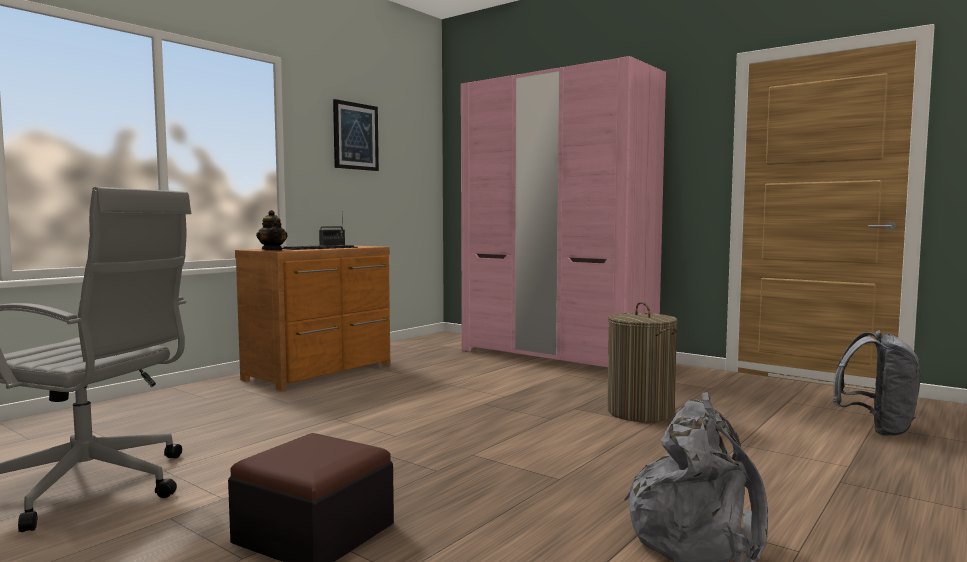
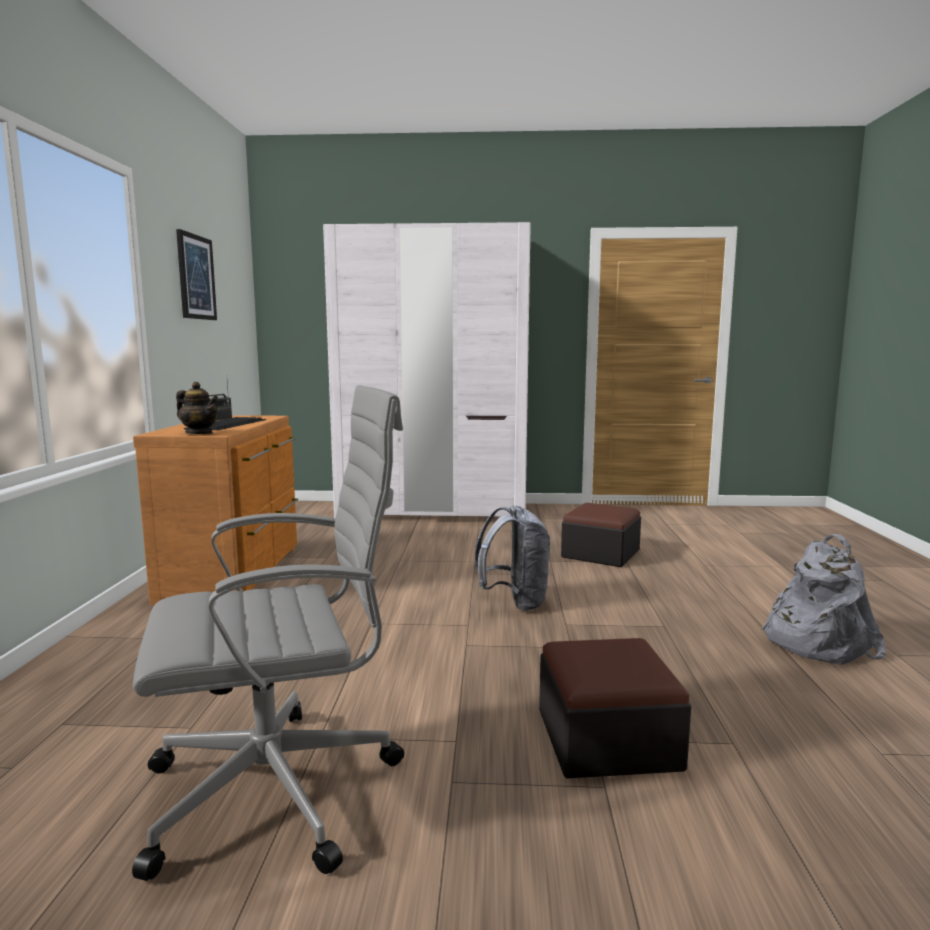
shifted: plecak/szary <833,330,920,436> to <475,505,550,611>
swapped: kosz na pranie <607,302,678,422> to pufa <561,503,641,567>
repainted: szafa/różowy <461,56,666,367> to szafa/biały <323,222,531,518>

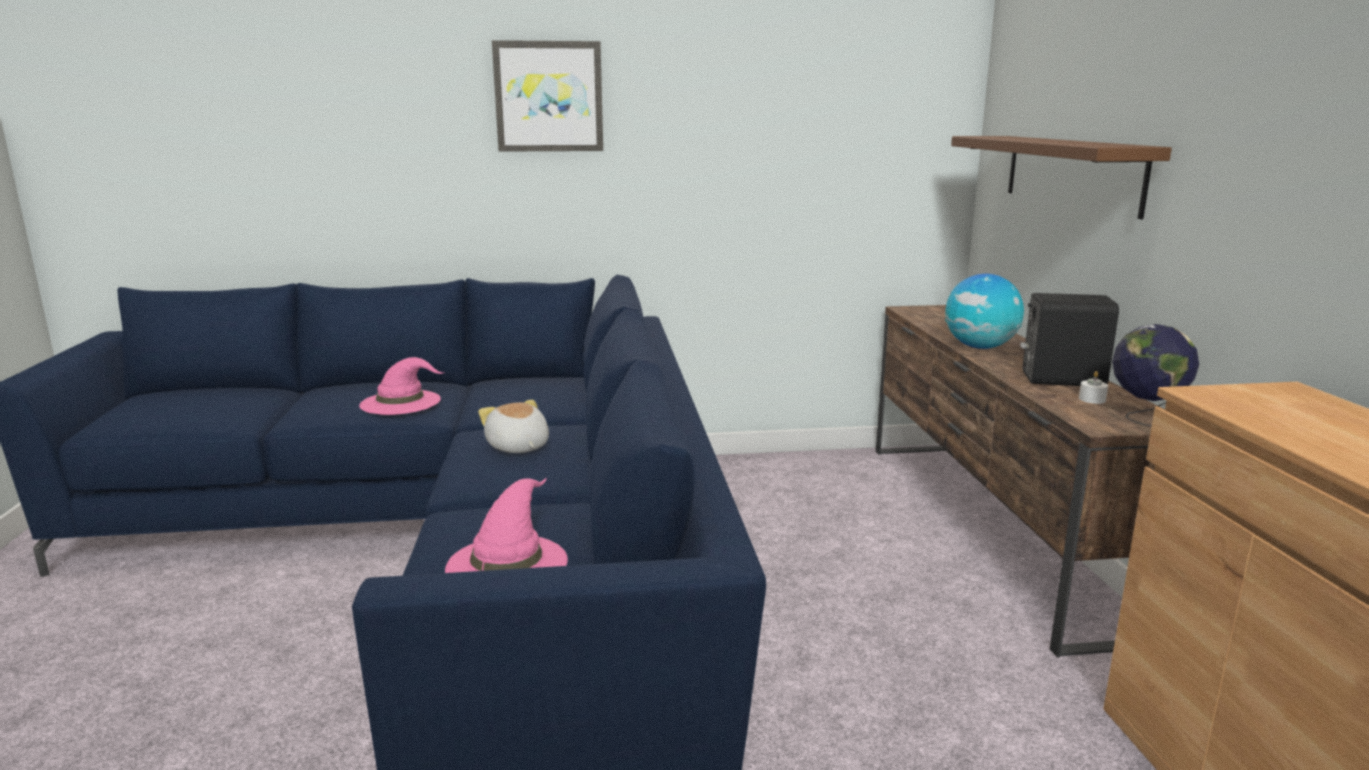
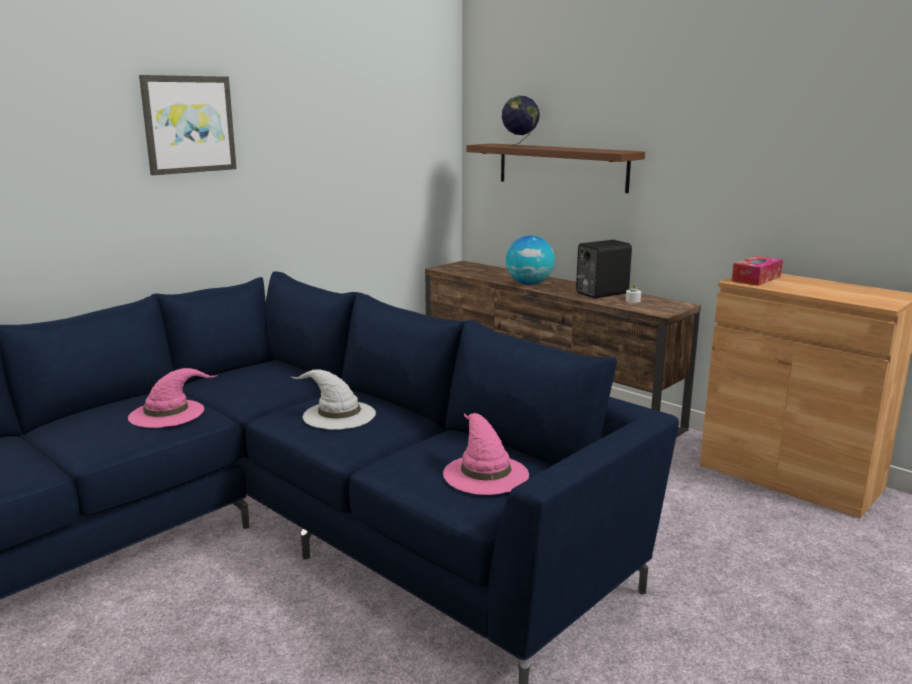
new: pudełko chusteczek <732,256,783,286>
shifted: globus <1112,324,1199,427> to <502,96,540,147>
swapped: pluszak <478,400,549,453> to kapelusz/biały <291,370,376,430>

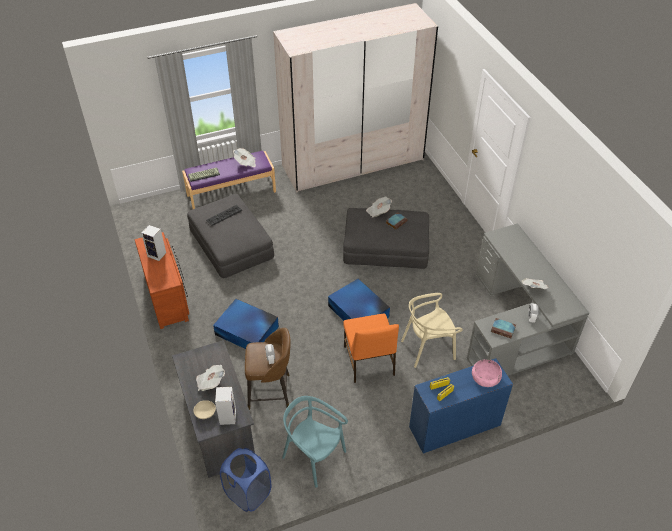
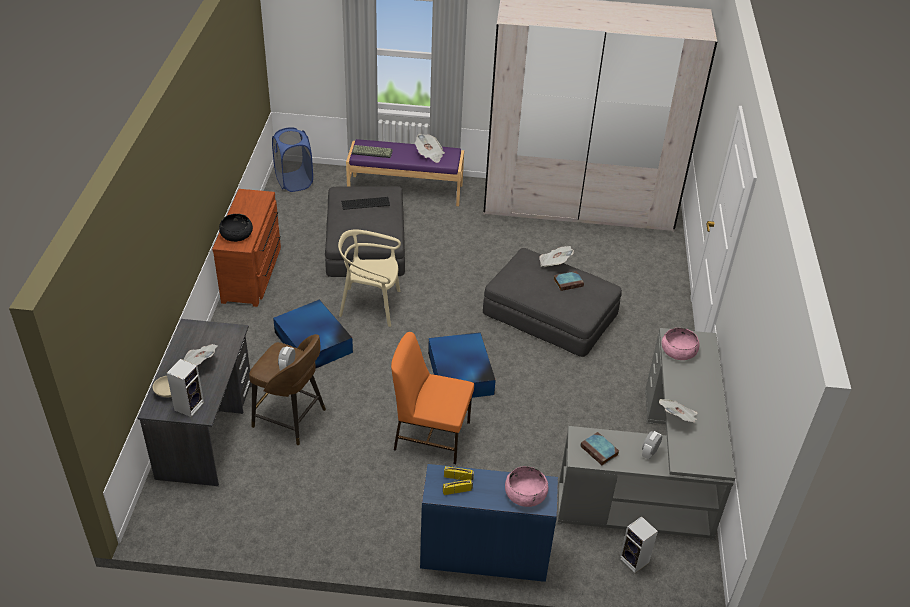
gone: krzesło/turkusowy <282,396,348,488>
new: miska/czarny <219,214,253,242>; miska/różowy <662,328,699,360>
shifted: głośnik <141,225,166,261> to <619,516,658,573>; kosz na pranie/niebieski <220,448,271,512> to <272,127,313,192>; krzesło/beżowy <401,293,463,368> to <338,230,401,327>
rotated: krzesło/pomarańczowy <343,313,399,383> = <391,332,474,464> 90 degrees clockwise

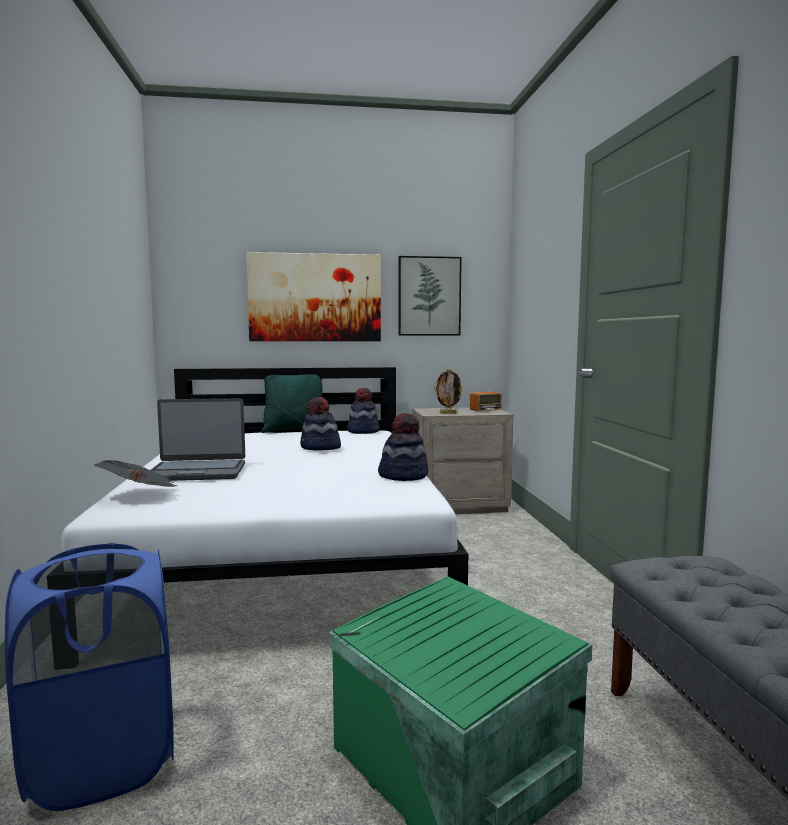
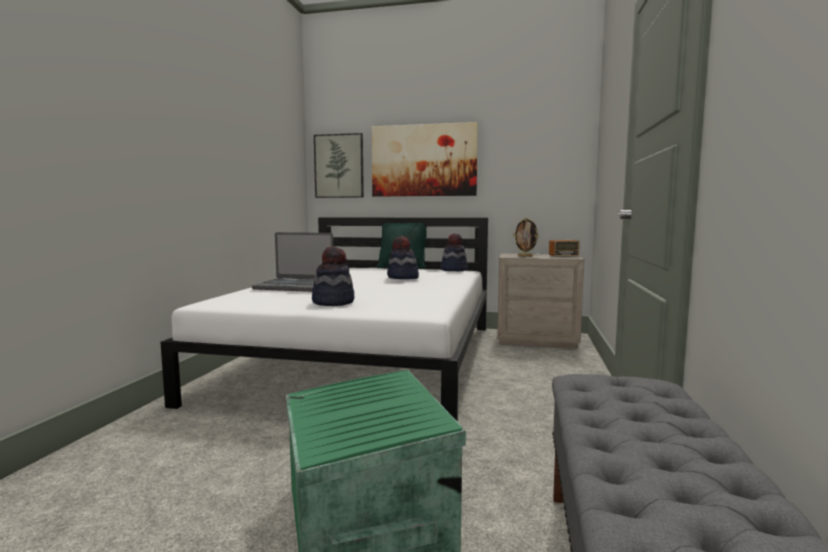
gone: kosz na pranie/niebieski <5,543,174,811>; gazeta <94,460,177,487>
shifted: kapelusz <378,413,428,481> to <312,246,354,306>; obraz <399,256,462,335> to <314,133,364,198>

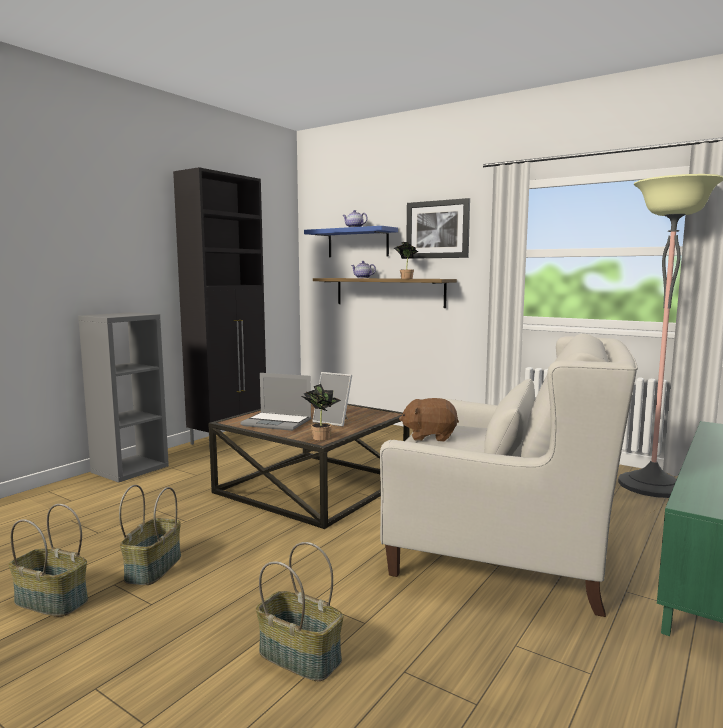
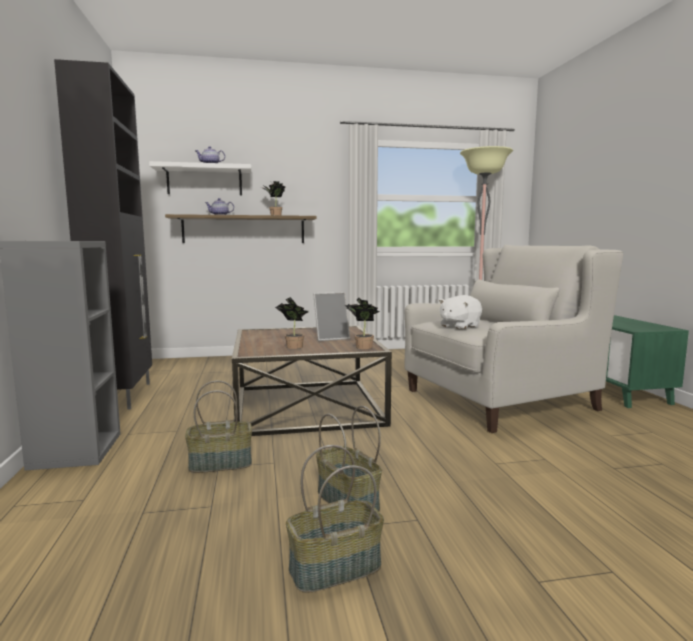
gone: obraz <406,198,470,259>
shifted: koszyk <256,542,344,681> to <185,380,252,473>
swapped: laptop <240,373,311,431> to roślina doniczkowa <275,297,308,349>
repainted: półka/niebieski <304,226,398,257> to półka/biały <149,161,251,195>; pluszak/brązowy <399,398,459,442> to pluszak/biały <439,295,482,329>

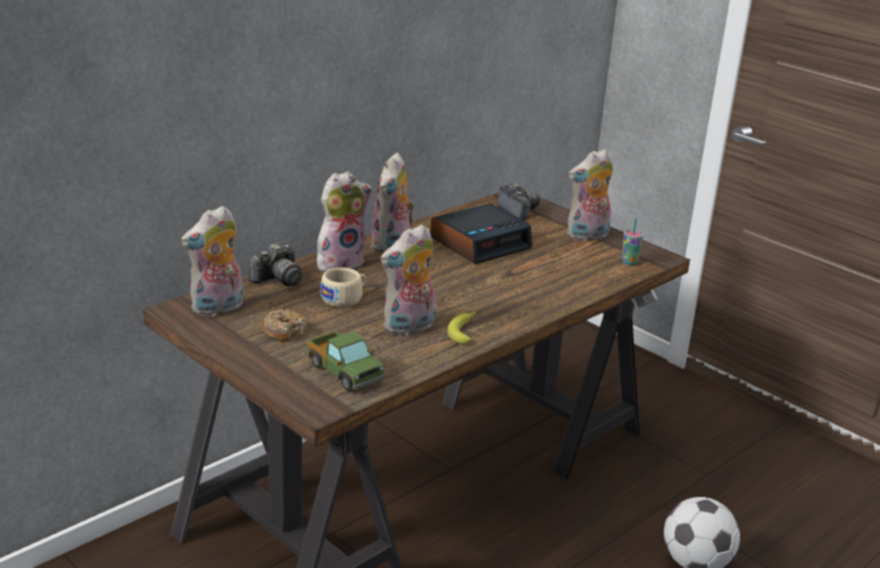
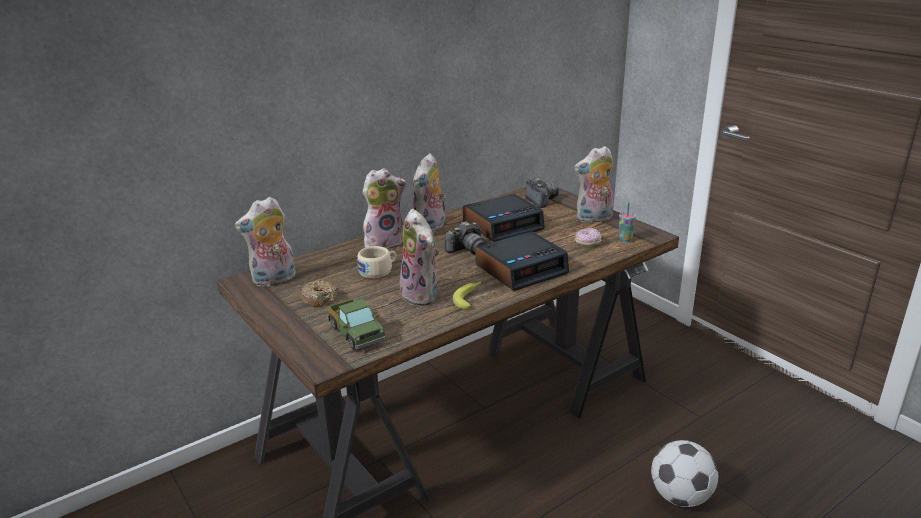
new: budzik <475,232,569,291>; donut <575,228,602,246>
shifted: aparat fotograficzny <248,243,302,286> to <444,221,486,255>
rotated: pluszak <380,225,435,335> = <398,209,439,306> 90 degrees counterclockwise

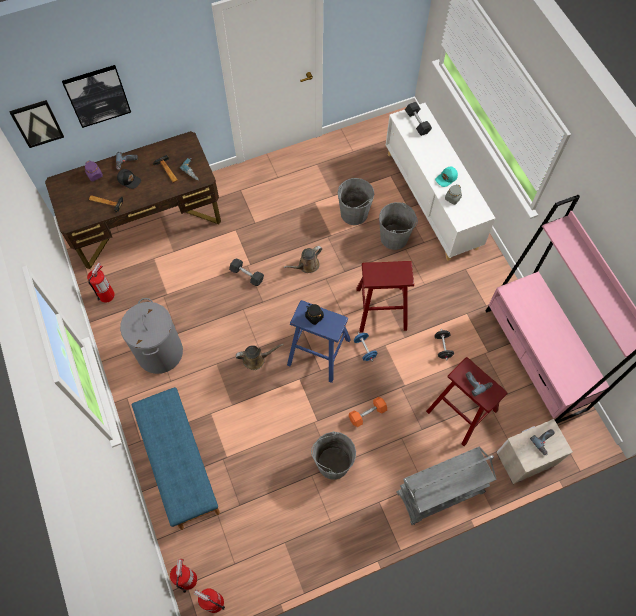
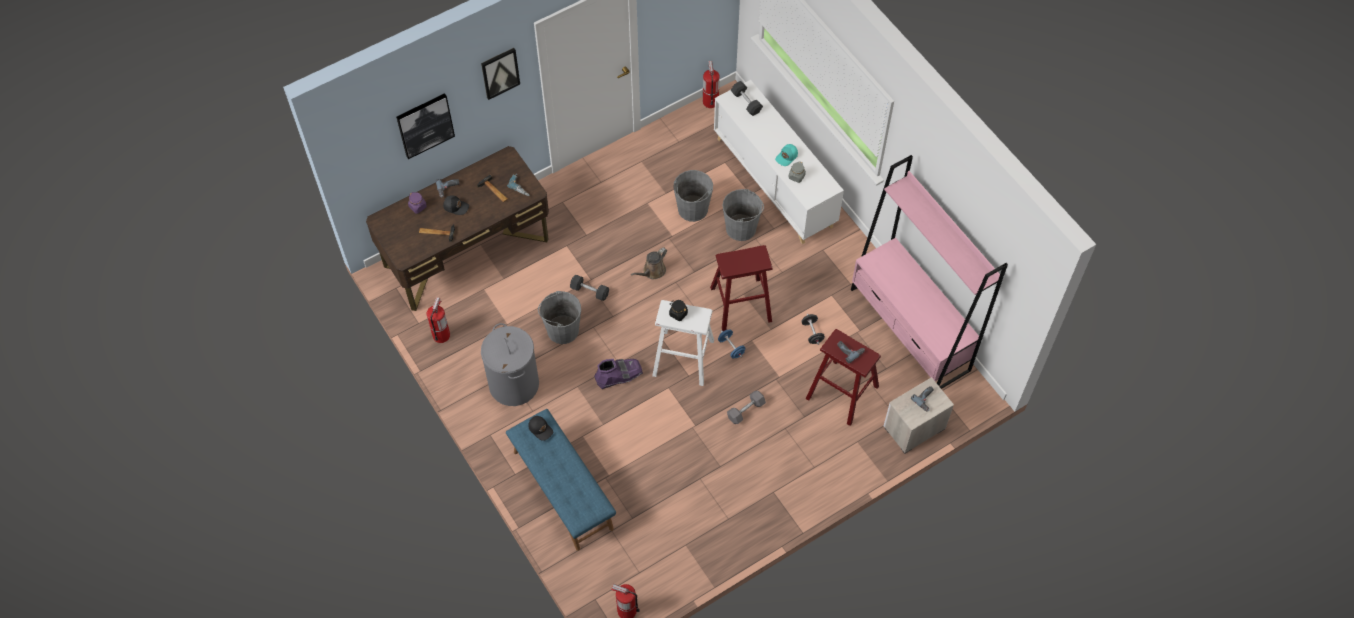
gone: wózek/szary <396,447,497,525>
new: czapka z daszkiem/czarny <528,416,553,441>
shifted: obraz <9,100,64,148> to <481,48,520,100>; gaśnica <170,559,197,593> to <703,61,720,108>; wiadro/szary <311,431,356,480> to <538,291,581,344>
swapped: konewka/brązowy <236,344,284,370> to but z cholewką/fioletowy <594,359,643,389>
repainted: stołek/niebieski <287,300,351,383> to stołek/biały <652,300,714,386>; hantel/pomarańczowy <349,397,387,427> to hantel/szary <727,391,766,424>

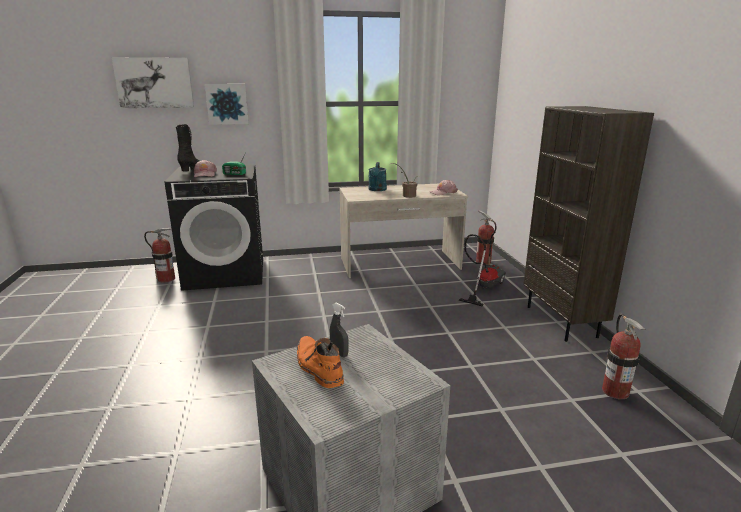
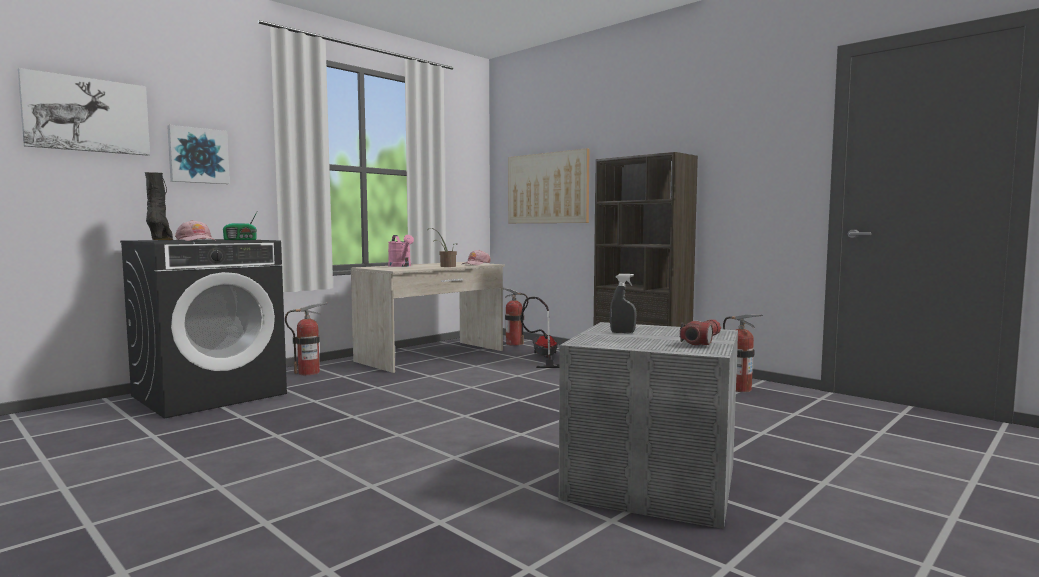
gone: but z cholewką/pomarańczowy <297,336,344,388>
new: obraz <508,148,589,223>; latarka <680,319,721,345>
shifted: gaśnica <144,228,175,283> to <285,302,328,375>
repainted: konewka/turkusowy <368,162,387,191> to konewka/różowy <388,235,414,267>

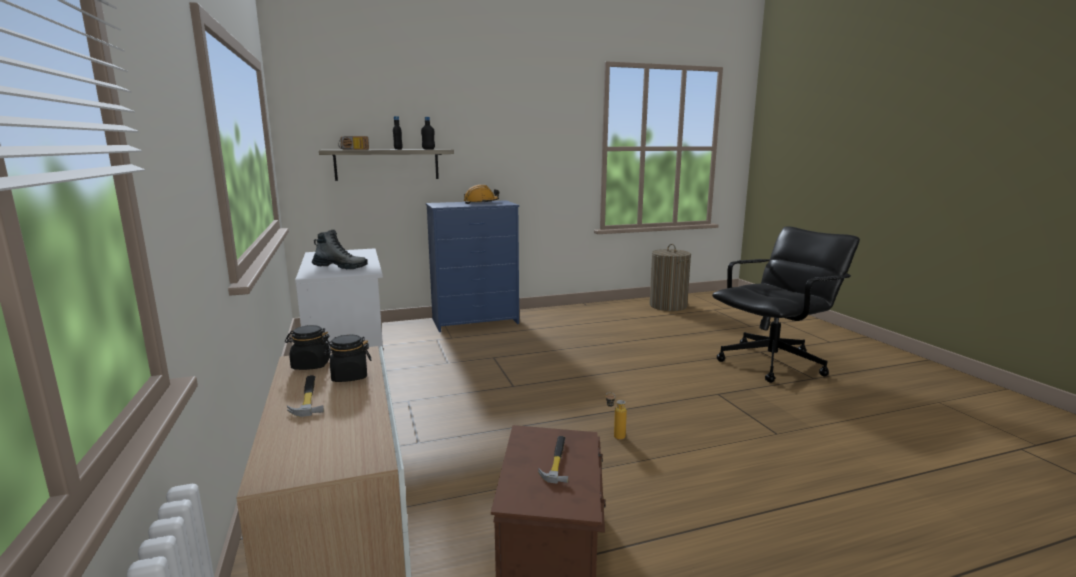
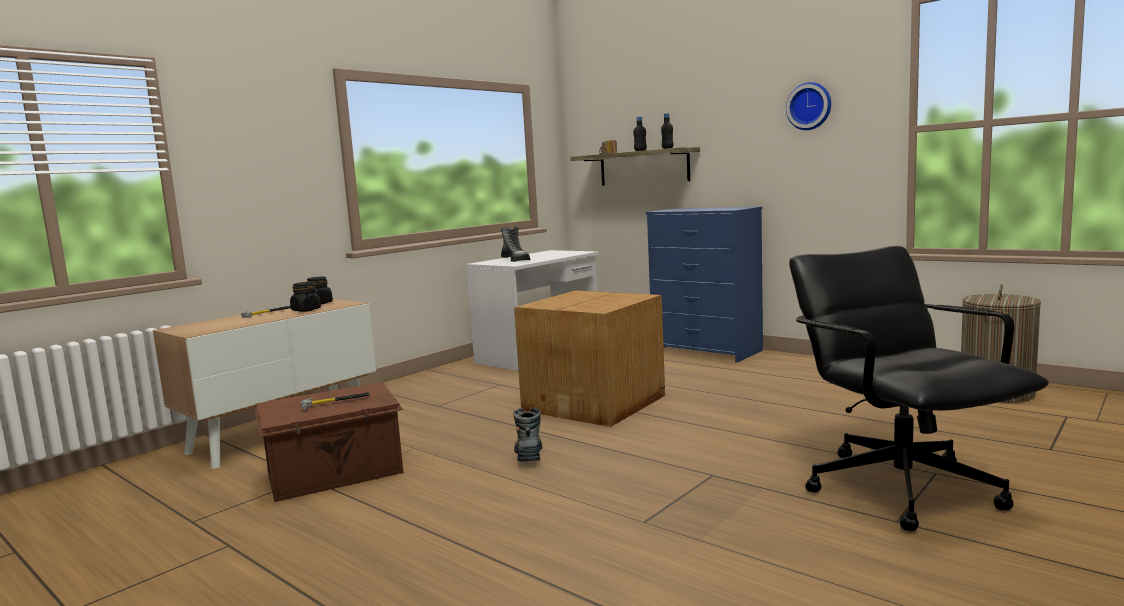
gone: kask/pomarańczowy <464,185,499,204>
new: karton <514,290,665,427>; zegar ścienny <786,82,831,130>
swapped: butelka <606,392,627,440> to but z cholewką <513,408,542,462>
rotated: krzesło biurowe/czarny <712,226,860,383> = <789,246,1049,531> 135 degrees counterclockwise

